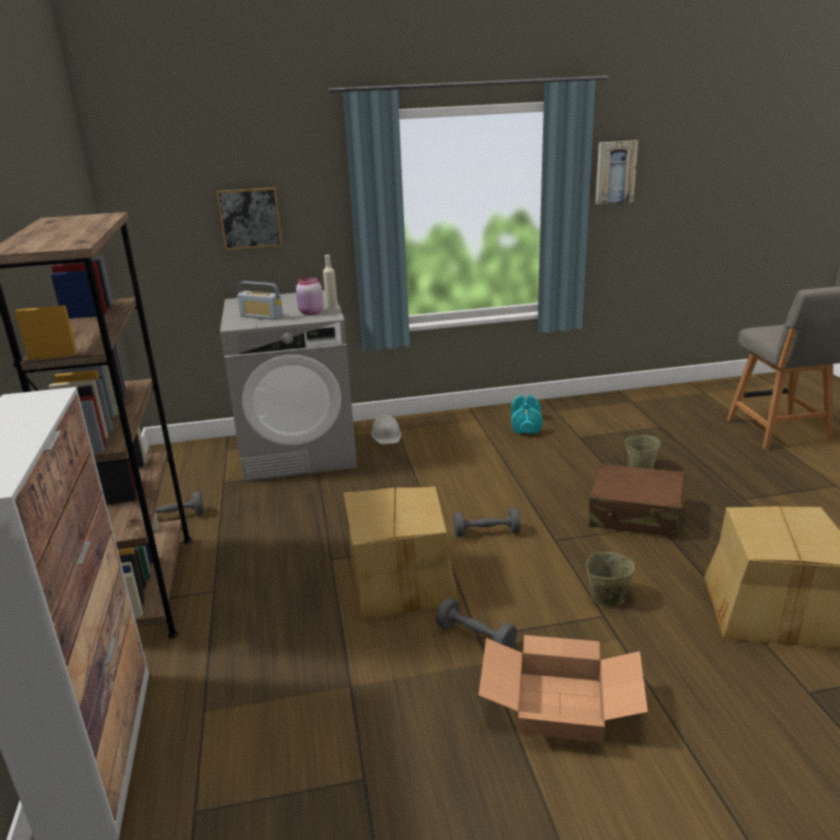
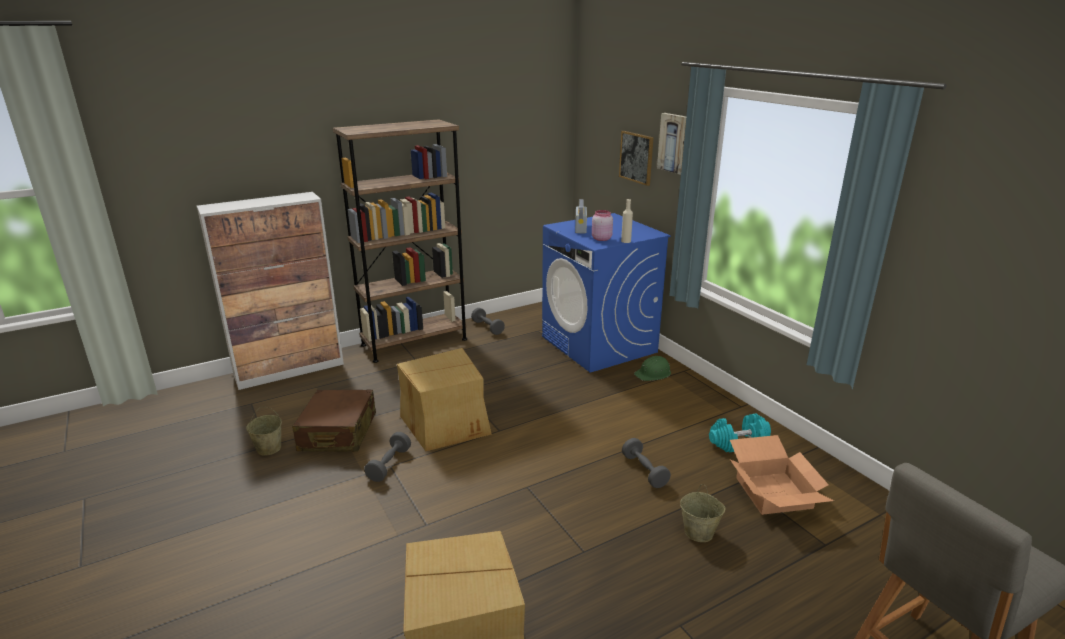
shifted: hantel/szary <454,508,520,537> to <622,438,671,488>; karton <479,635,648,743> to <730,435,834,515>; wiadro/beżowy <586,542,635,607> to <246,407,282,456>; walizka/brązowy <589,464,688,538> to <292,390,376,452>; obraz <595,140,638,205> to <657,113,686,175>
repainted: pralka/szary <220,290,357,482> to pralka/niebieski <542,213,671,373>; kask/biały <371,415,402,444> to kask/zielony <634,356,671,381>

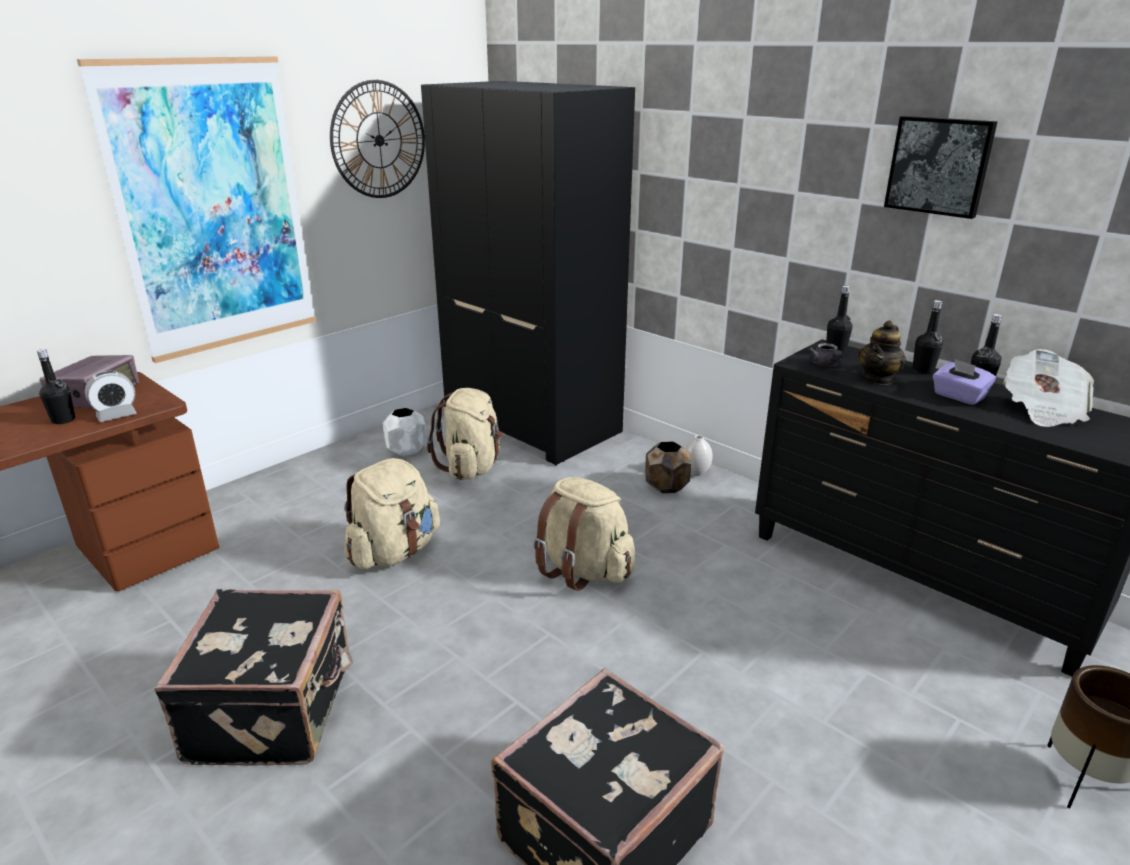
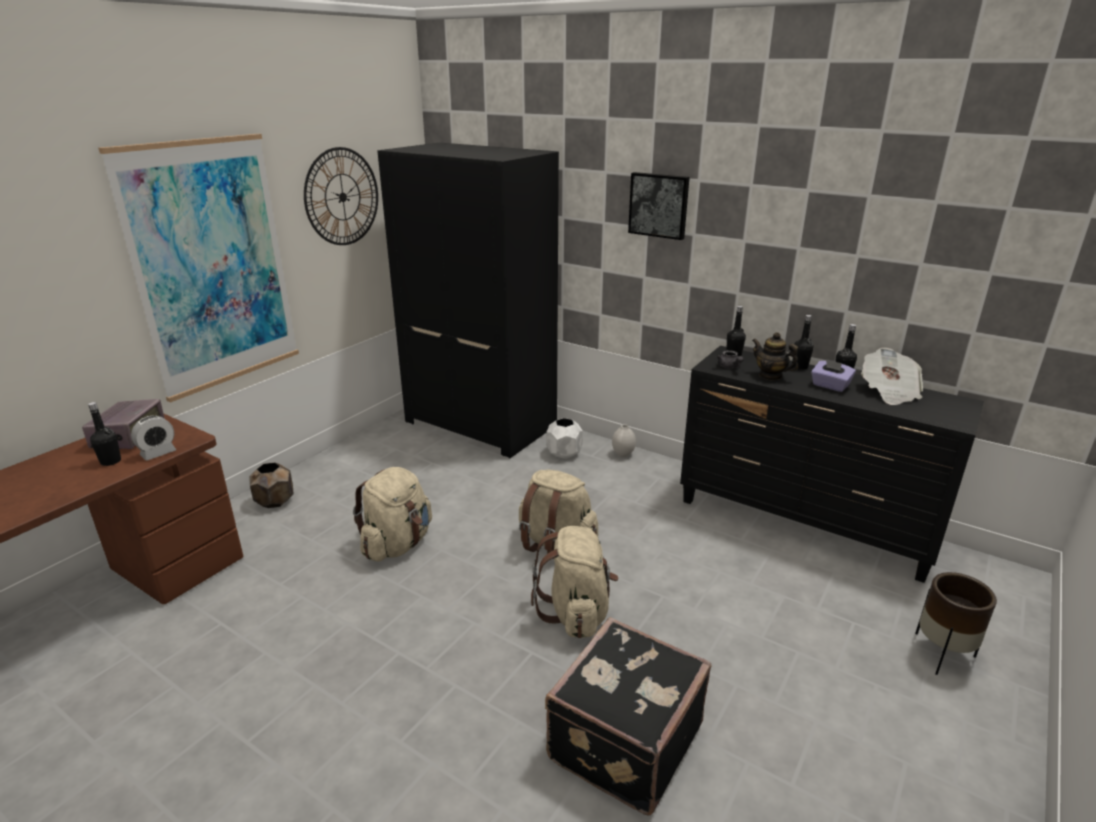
gone: walizka/czarny <154,589,353,765>
shifted: donica/biały <383,408,427,456> to <546,418,583,459>; plecak/beżowy <427,388,505,480> to <531,526,618,638>; donica/brązowy <645,441,691,493> to <249,463,293,508>; obraz <884,116,998,219> to <628,172,690,240>
rotated: imbryk <858,320,906,385> = <752,332,798,380> 105 degrees clockwise

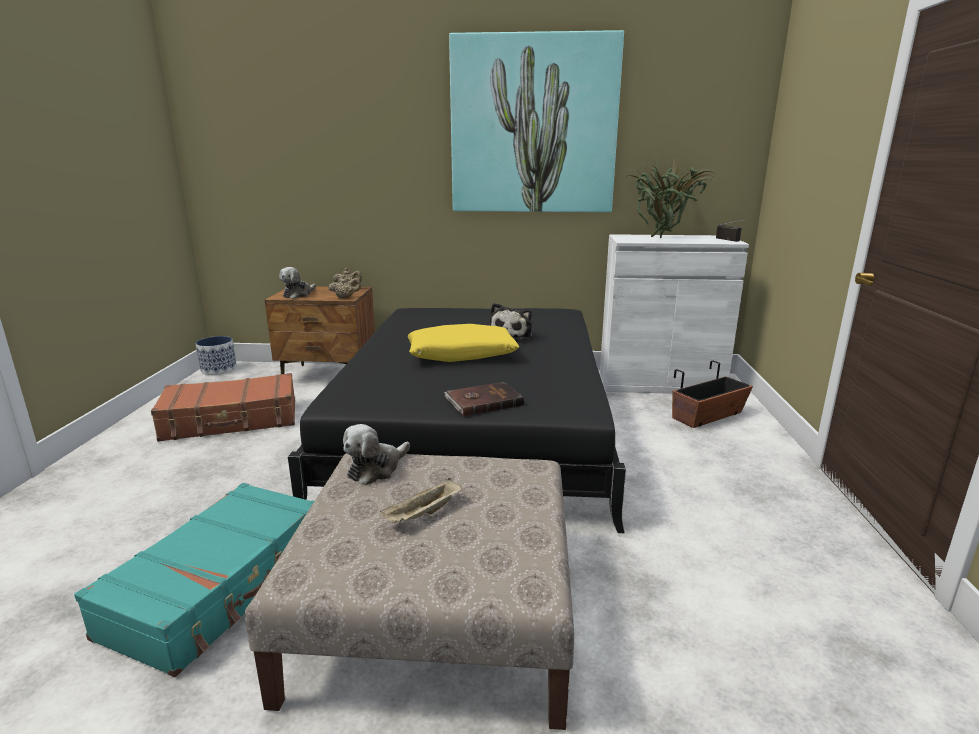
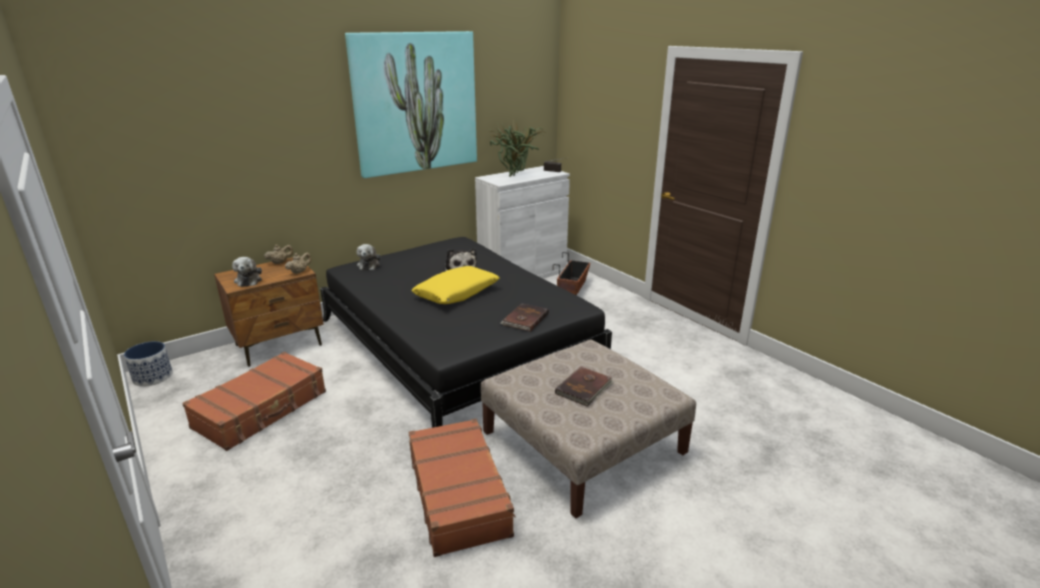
shifted: pluszak <343,424,410,485> to <357,244,380,270>
swapped: taca/beżowy <380,478,462,523> to książka/brązowy <555,367,614,406>
repainted: walizka/turkusowy <74,483,314,677> to walizka/brązowy <409,419,516,557>

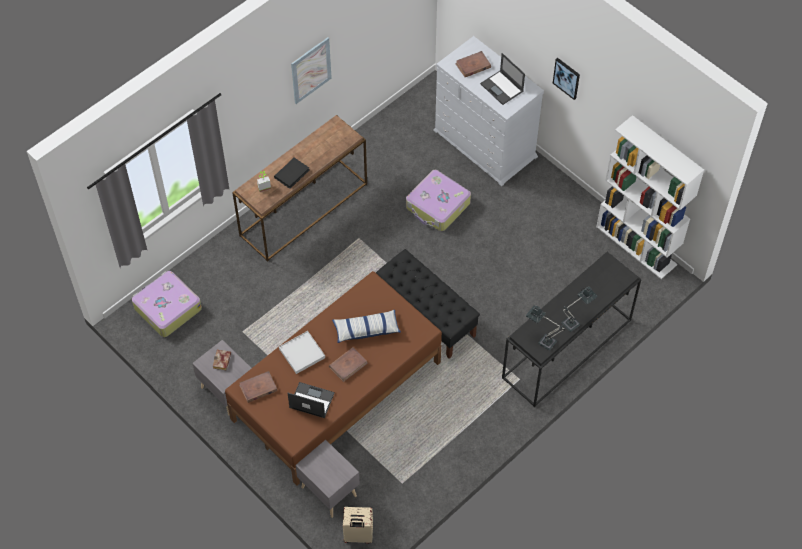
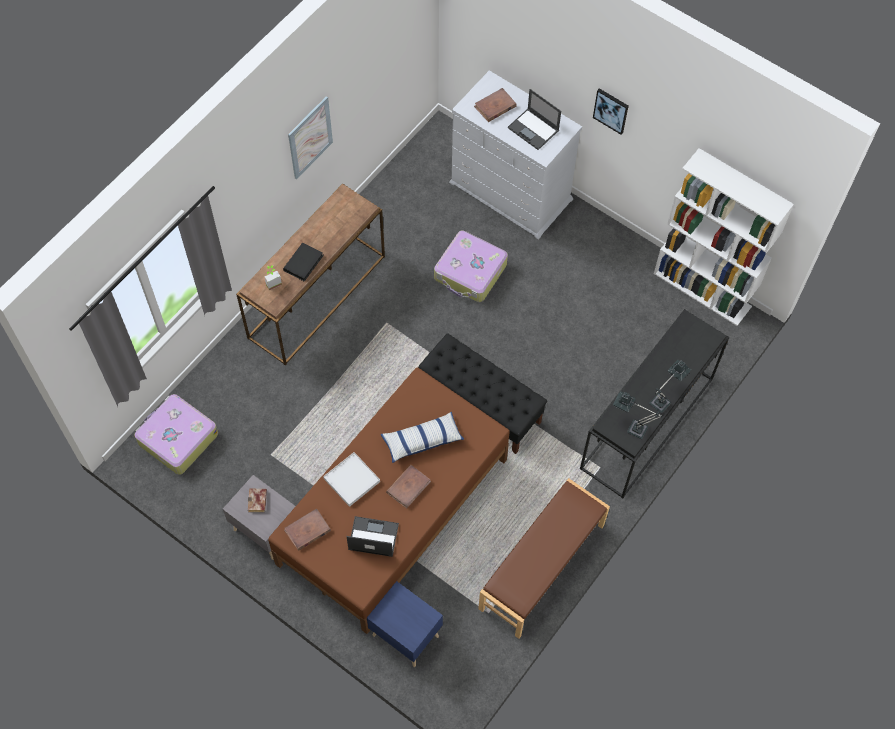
gone: walizka/beżowy <343,507,373,544>
new: ławka/brązowy <478,478,610,639>
repainted: szafka nocna/szary <295,440,360,518> to szafka nocna/niebieski <367,581,443,667>

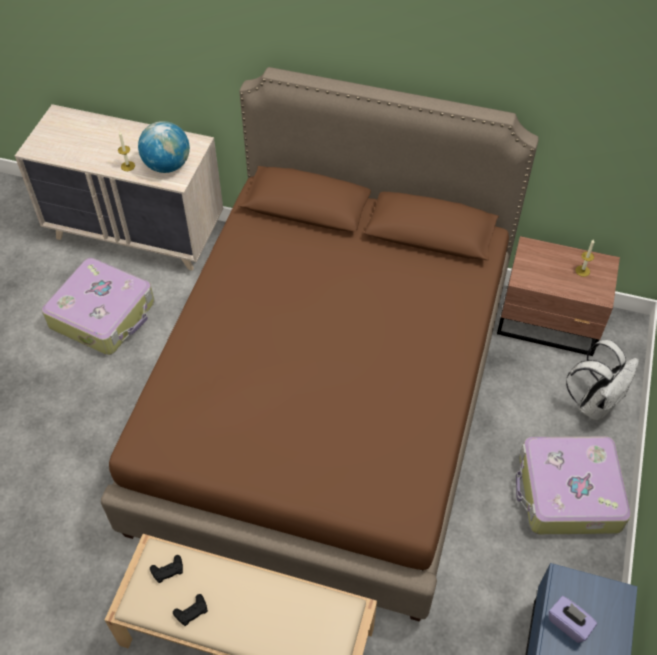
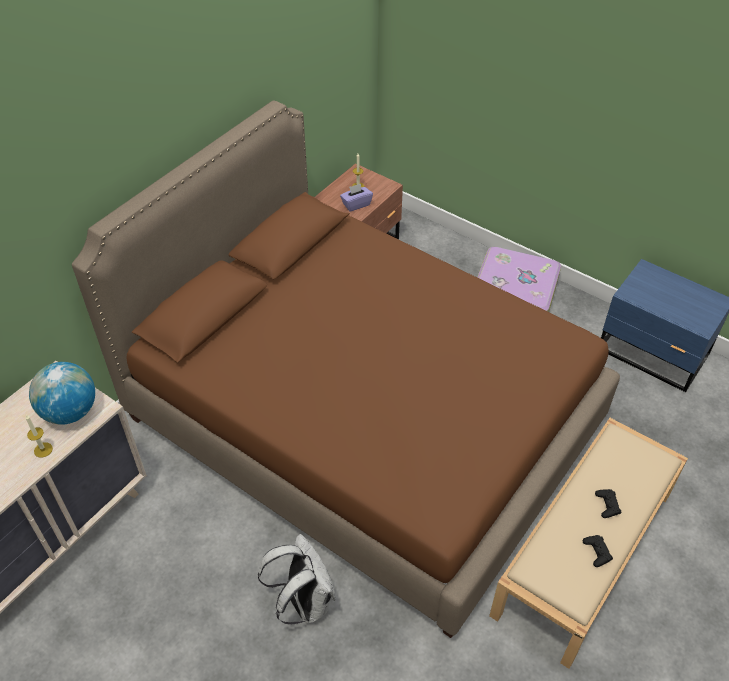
gone: walizka <42,258,154,355>
shifted: pad do gier/czarny <150,555,183,583> to <595,489,621,518>; pudełko chusteczek/fioletowy <549,596,597,643> to <340,184,373,212>; plecak/biały <566,340,639,421> to <258,534,335,624>

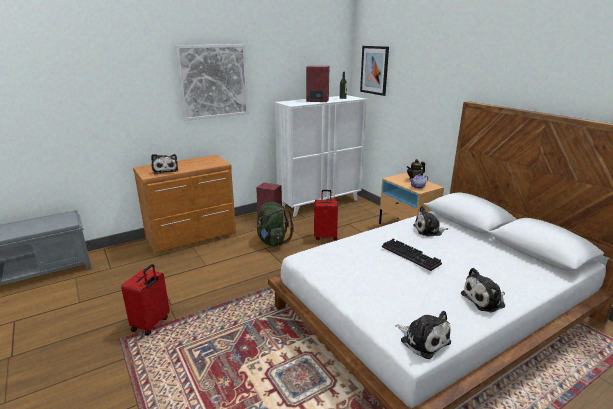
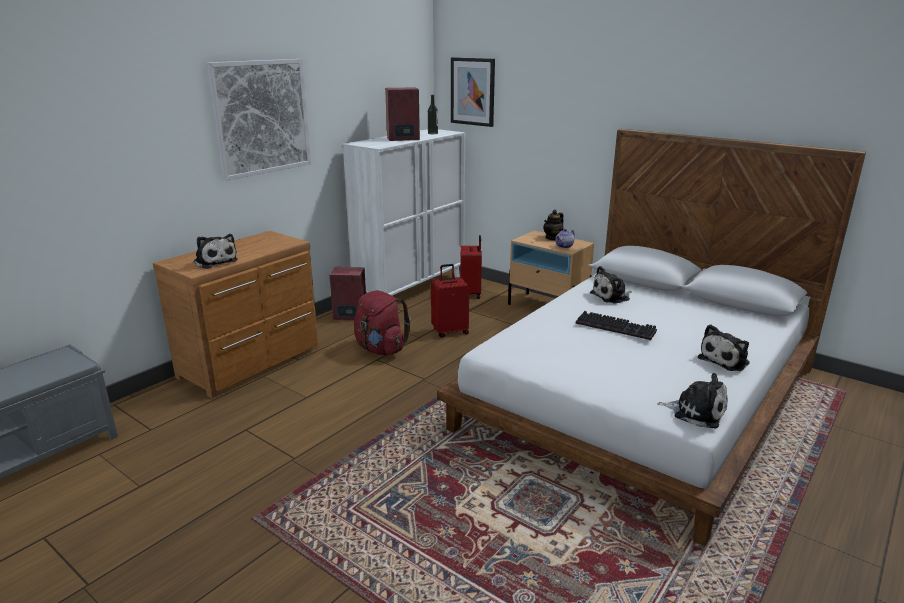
shifted: walizka/czerwony <121,264,170,336> to <461,235,482,299>
repainted: plecak/zielony <255,202,294,247> to plecak/czerwony <354,291,411,355>

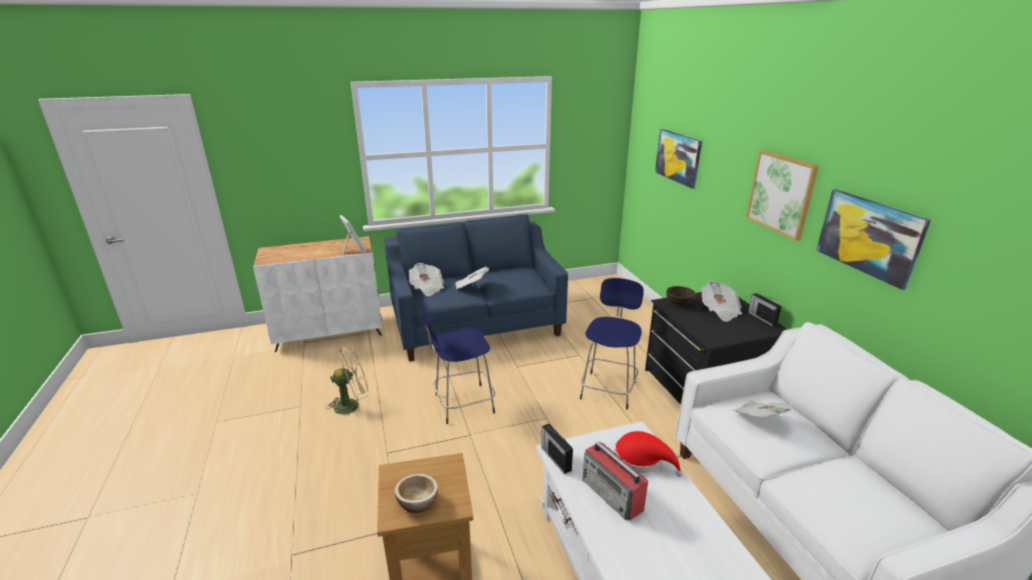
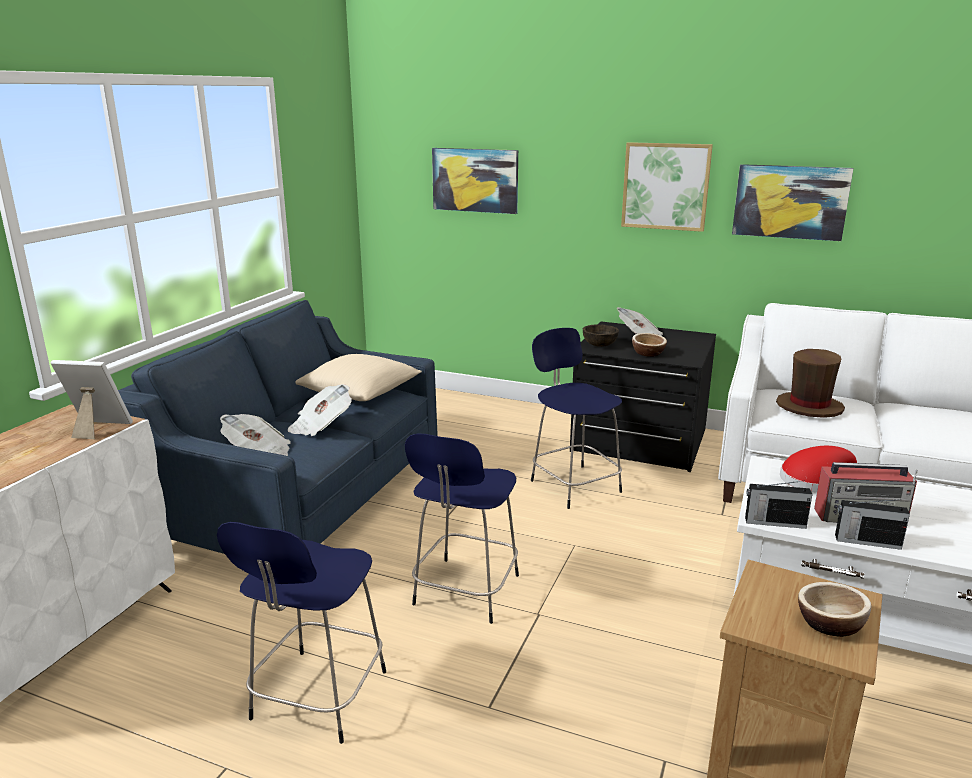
new: poduszka/beżowy <296,354,422,401>; miska <632,333,667,357>
shifted: radio <748,293,782,326> to <835,499,910,550>
swapped: wentylator/beżowy <326,346,369,417> to stołek/niebieski <217,522,386,744>; gazeta <732,401,795,417> to kapelusz/brązowy <776,349,845,418>

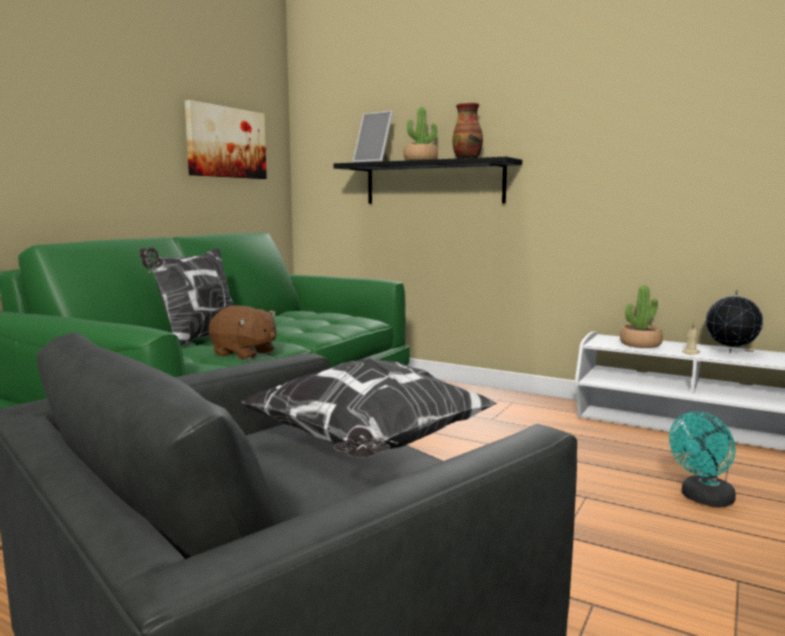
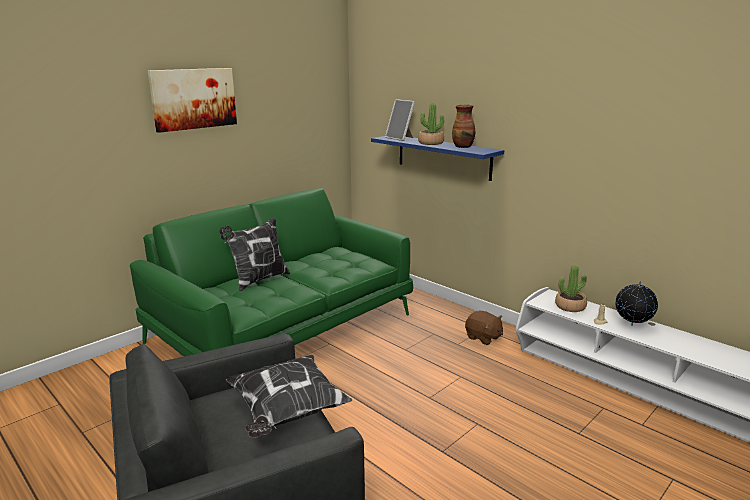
gone: wentylator/turkusowy <669,412,736,507>
shifted: obraz <185,100,267,179> to <148,68,237,133>; pluszak/brązowy <209,305,277,360> to <465,311,503,345>
repainted: półka/czarny <333,157,522,204> to półka/niebieski <371,136,504,181>

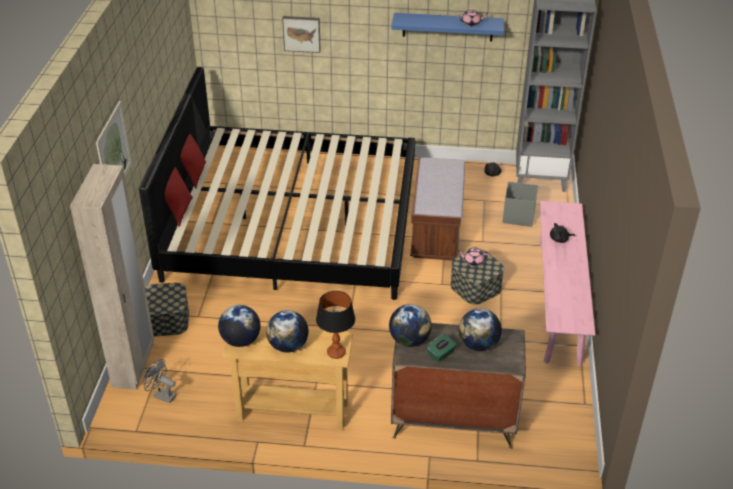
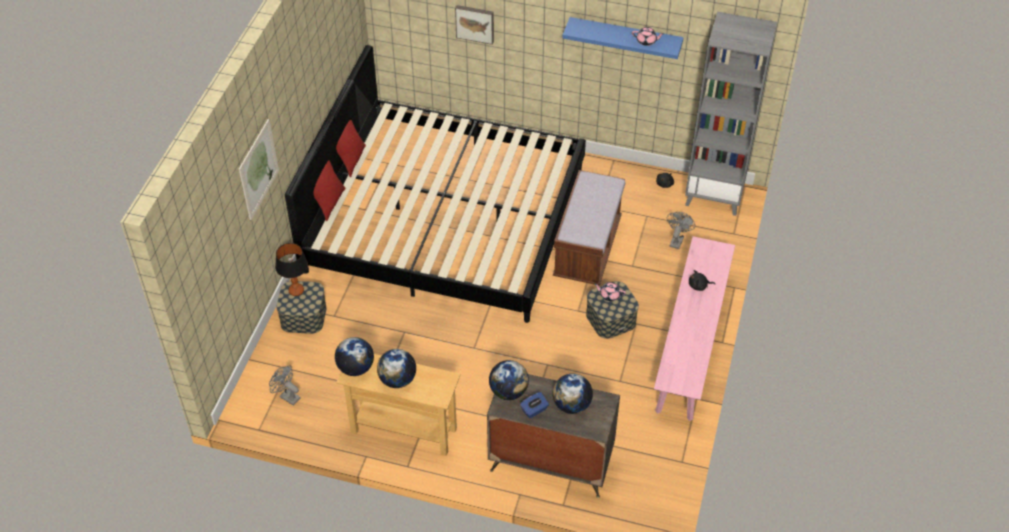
gone: szafa/beżowy <70,164,155,390>
shifted: lampa stołowa <316,291,355,359> to <275,243,308,296>
swapped: pojemnik do przechowywania/szary <502,182,538,227> to wentylator/szary <667,212,696,249>
repainted: pudełko chusteczek/zielony <427,334,457,362> to pudełko chusteczek/niebieski <520,392,549,418>

